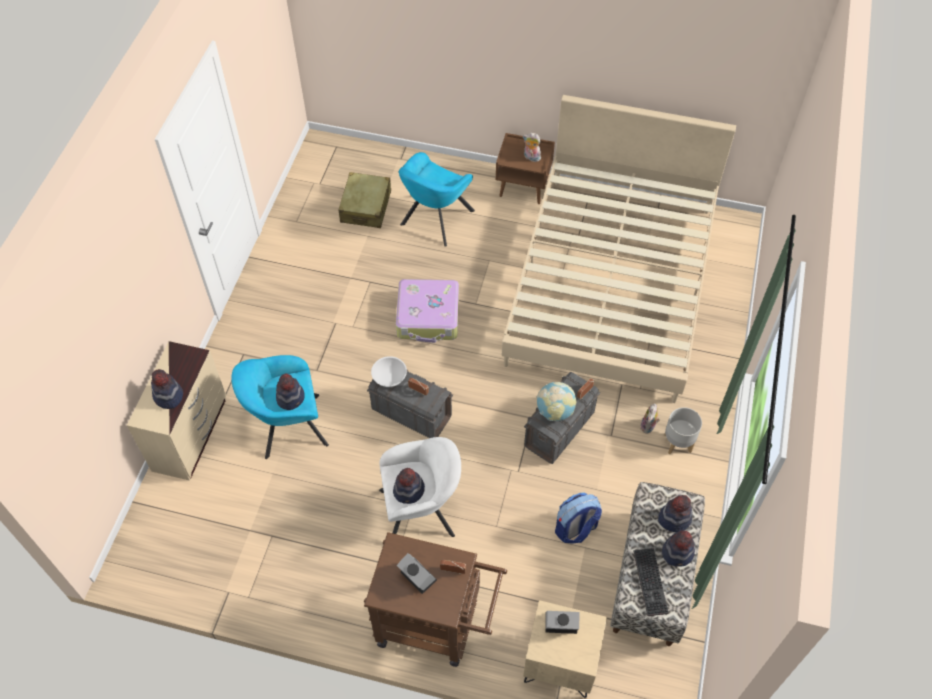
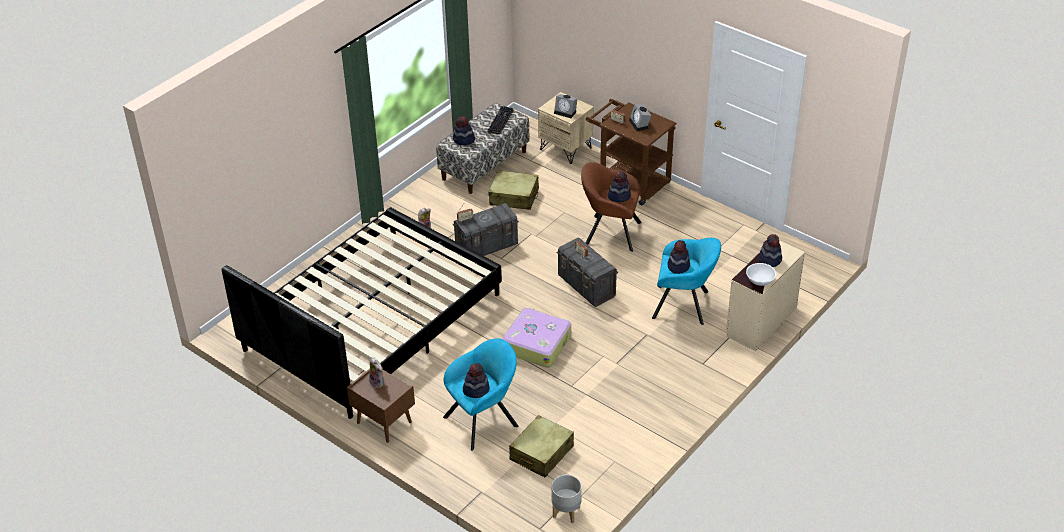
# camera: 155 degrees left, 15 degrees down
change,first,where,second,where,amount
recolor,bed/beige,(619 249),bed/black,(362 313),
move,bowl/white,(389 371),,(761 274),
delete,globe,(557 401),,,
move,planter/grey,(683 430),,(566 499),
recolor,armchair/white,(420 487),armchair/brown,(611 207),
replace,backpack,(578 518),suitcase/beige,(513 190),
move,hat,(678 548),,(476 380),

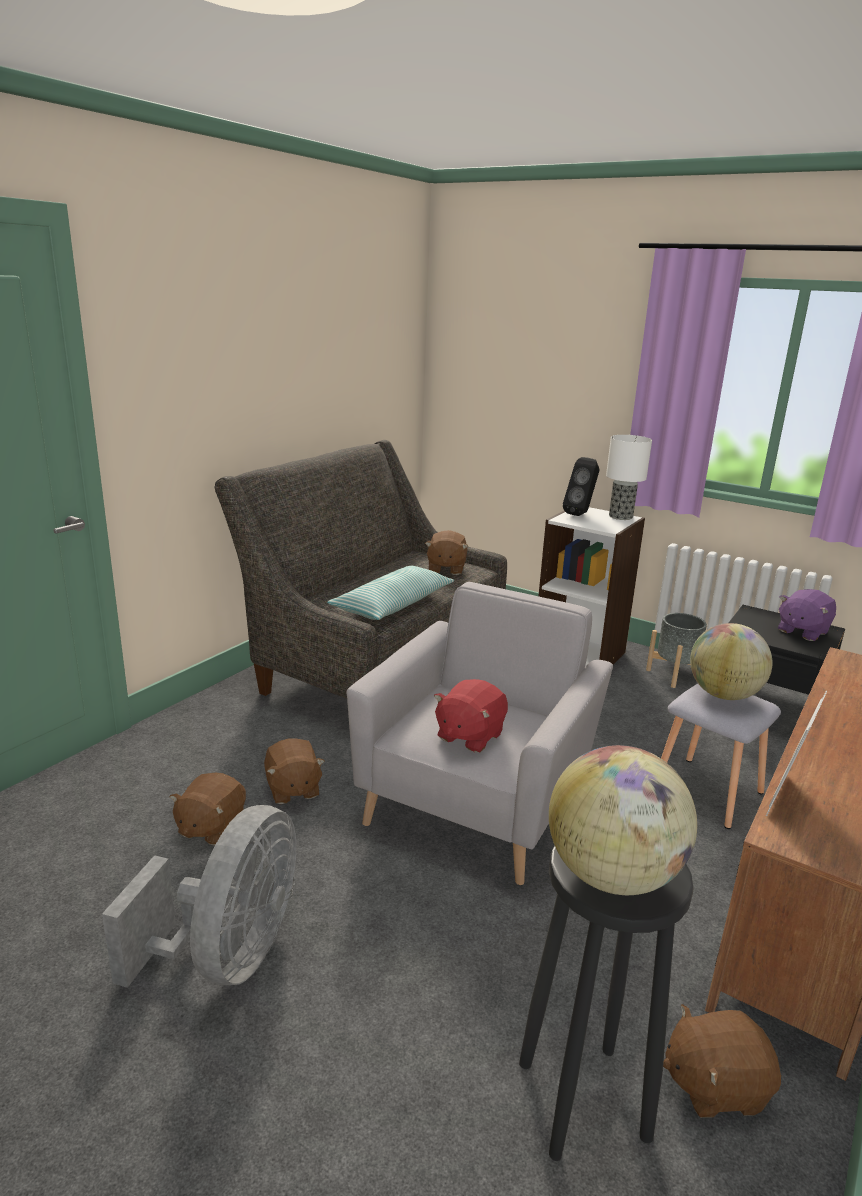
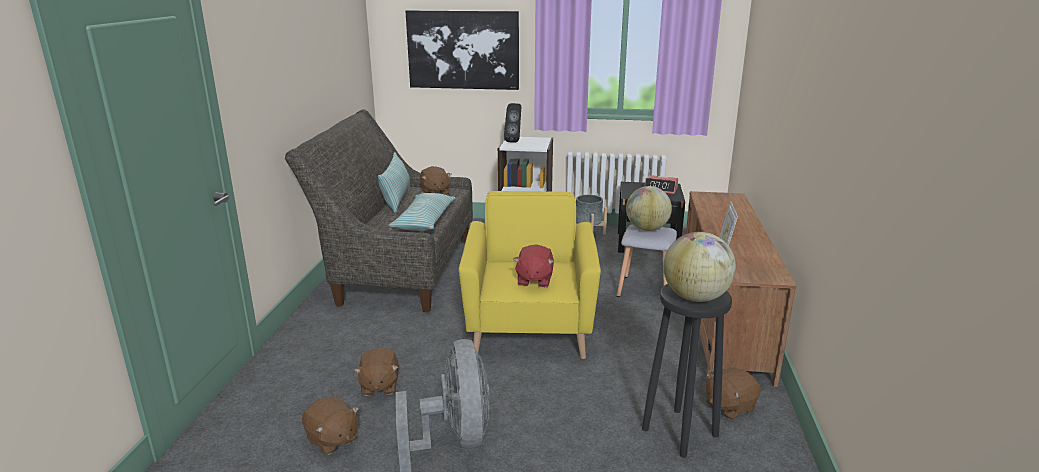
# camera: 25 degrees left, 0 degrees up
change,first,where,second,where,amount
delete,table lamp,(629 477),,,
recolor,armchair/grey,(480 733),armchair/yellow,(529 275),
replace,plush toy/purple,(807 615),alarm clock,(661 184),
move,plush toy/brown,(294 771),,(330 425),
insert,,,picture,(462 50),
insert,,,pillow,(394 183),

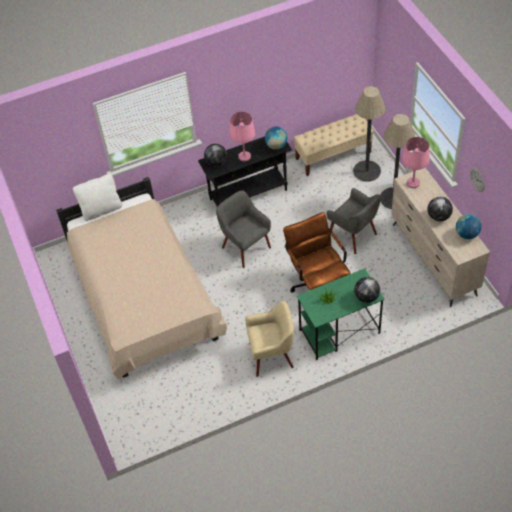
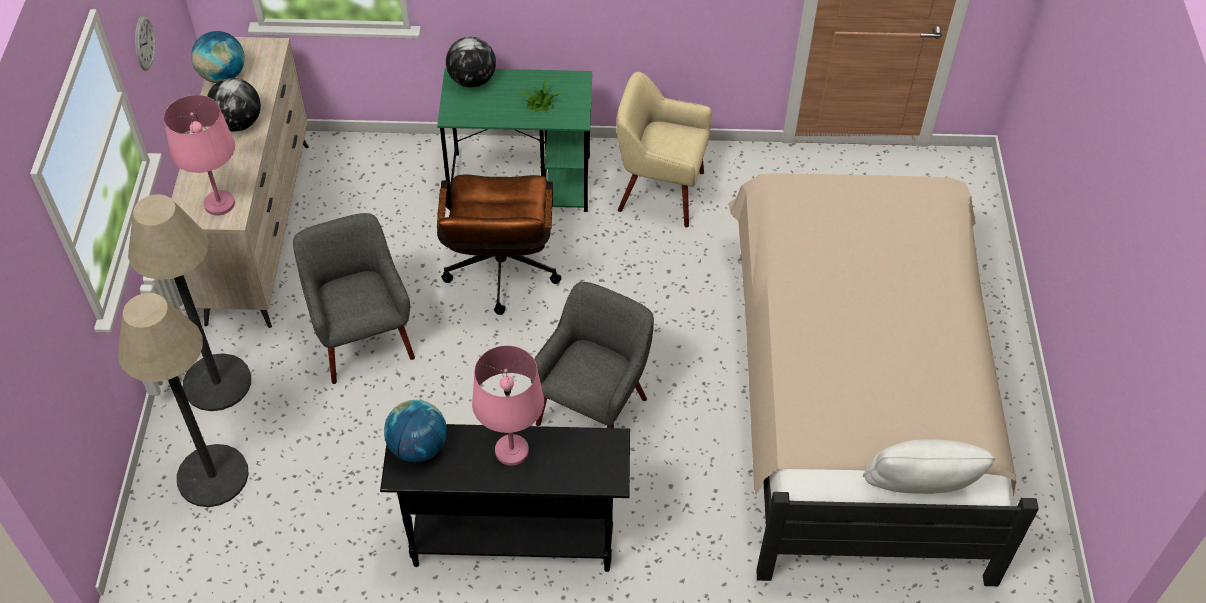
# camera: 160 degrees left, 0 degrees up
change,first,where,second,where,amount
delete,bench/beige,(333 145),,,
delete,globe,(215 155),,,
rotate,armchair/grey,(243 229),,(592 355),135 degrees counterclockwise

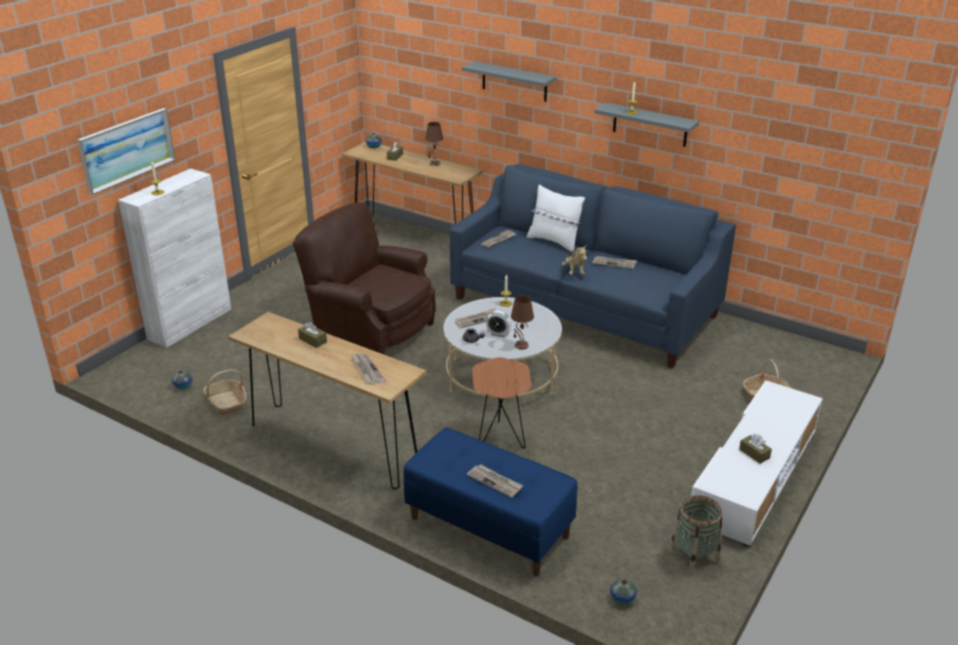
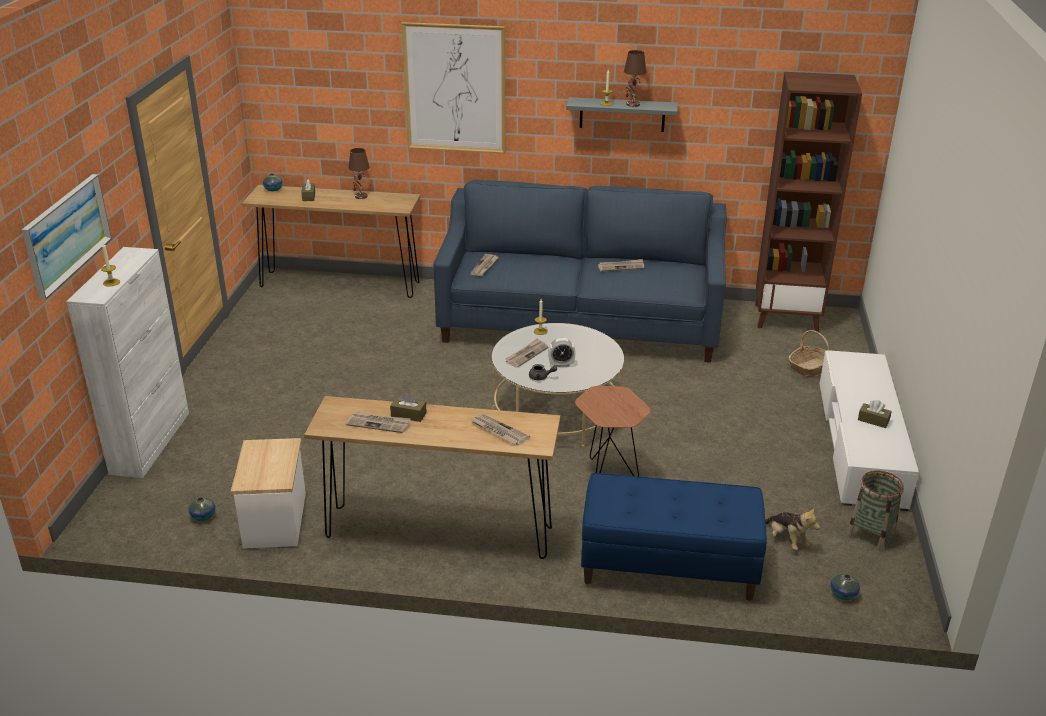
# camera: 25 degrees left, 0 degrees up
change,first,where,second,where,amount
replace,shelf/grey,(509 81),picture,(453 87),
delete,pillow/white,(556 218),,,
delete,armchair/brown,(364 278),,,
move,plush toy,(574 260),,(792 529),
move,table lamp/brown,(522 322),,(635 78),
replace,basket,(225 392),side table,(268 493),
move,newspaper,(495 481),,(378 422),
insert,,,bookcase/brown,(808 202),

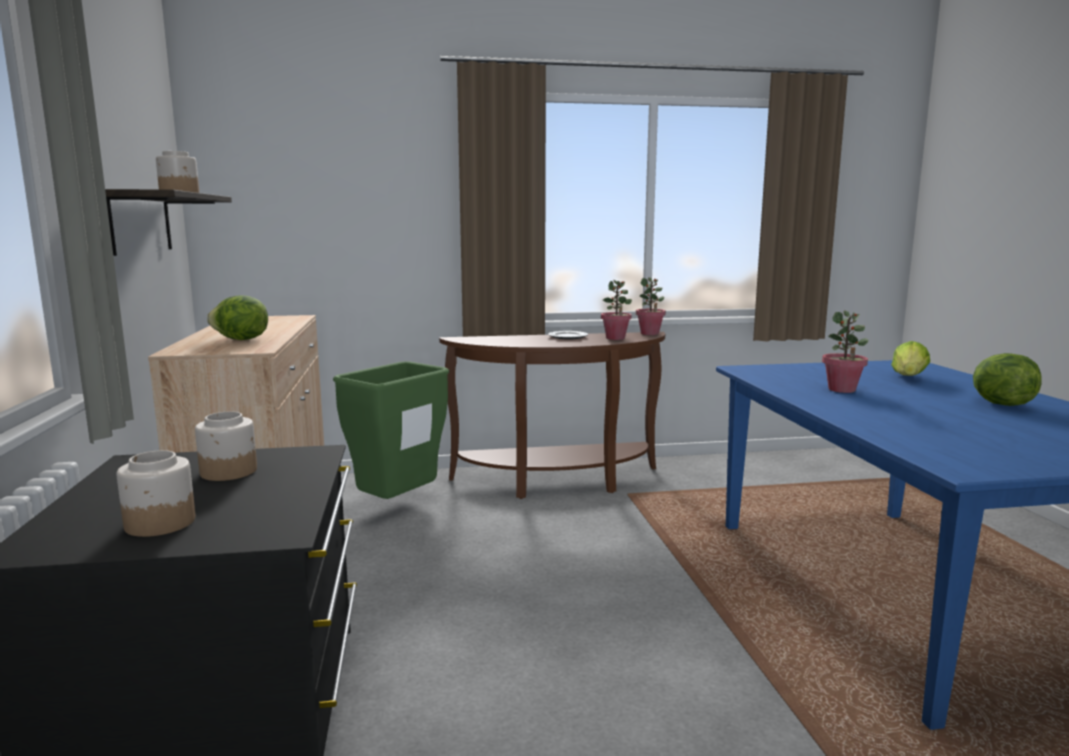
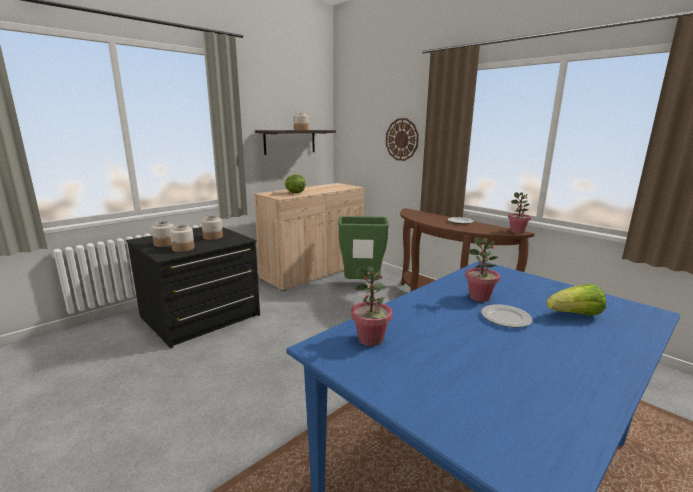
# camera: 55 degrees right, 5 degrees up
change,first,where,second,where,amount
move,potted plant,(616 310),,(371 306),
delete,lettuce,(1007 379),,,
insert,,,wall clock,(402 139),
insert,,,jar,(182 238),
insert,,,plate,(507 316),

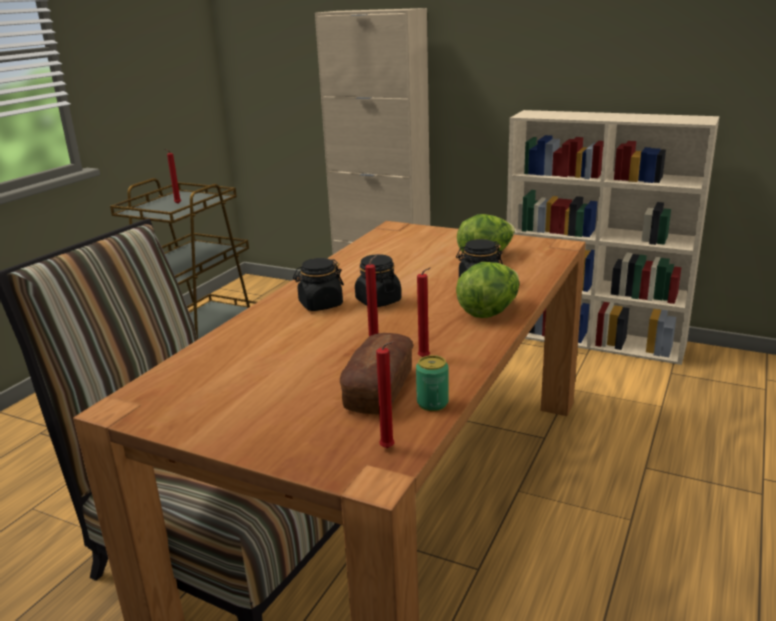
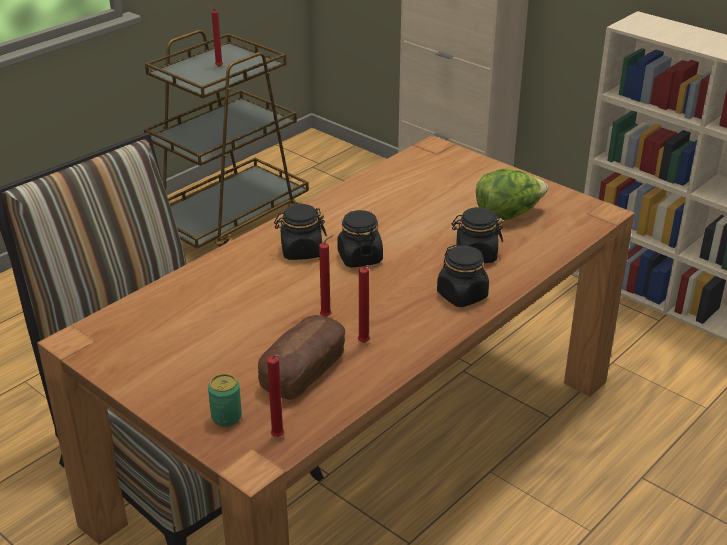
# camera: 15 degrees right, 10 degrees up
change,first,where,second,where,amount
replace,lettuce,(487 290),jar/black,(463 275),
move,can,(432 383),,(225 400),

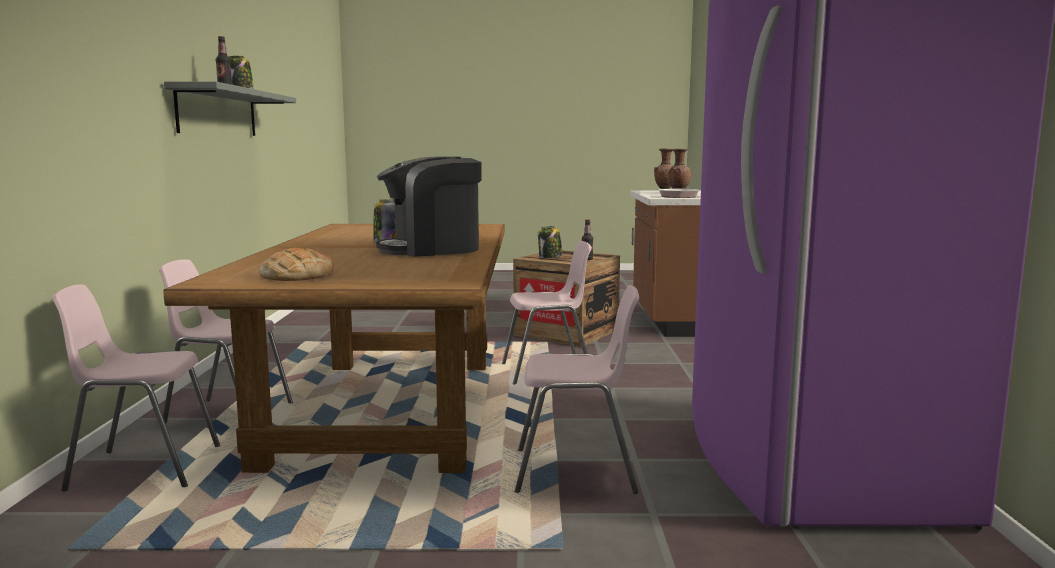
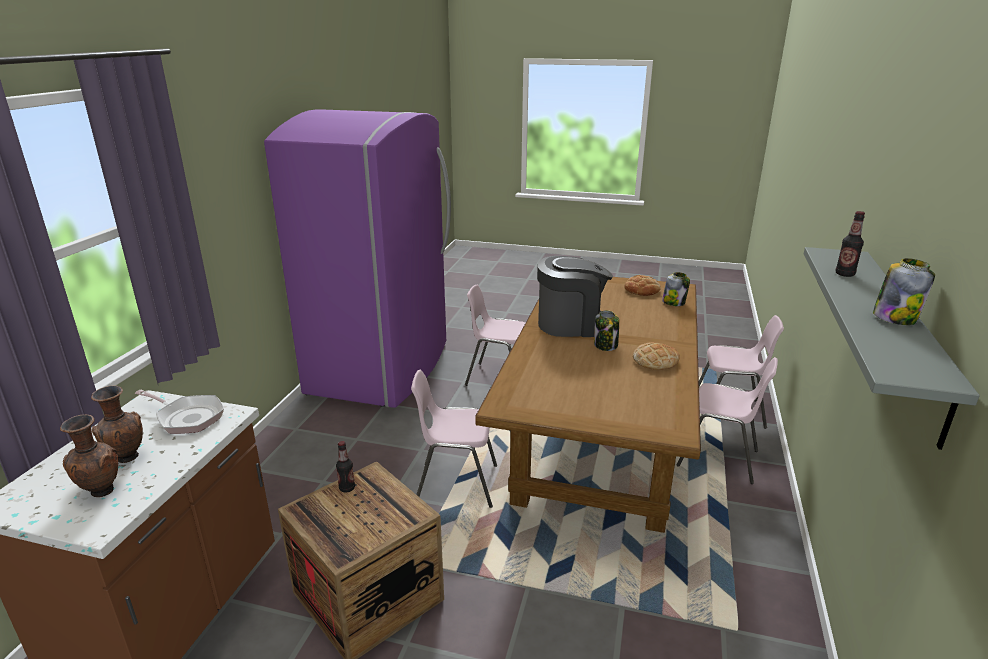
# camera: 165 degrees left, 15 degrees up
change,first,where,second,where,amount
move,jar,(550 242),,(676 289),
insert,,,bread,(656 356),

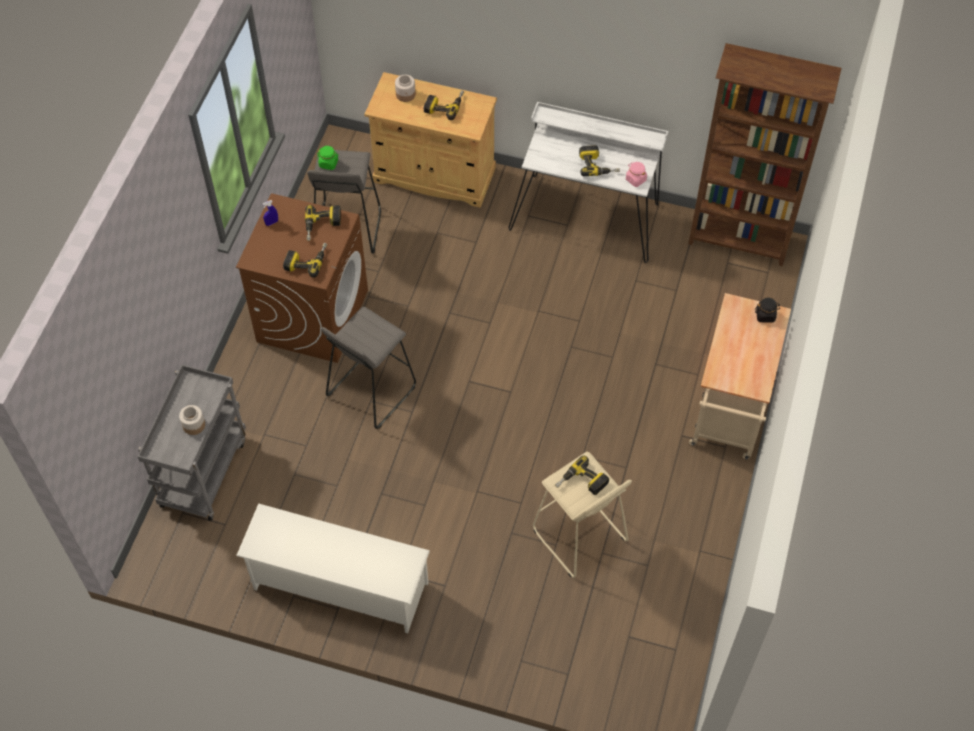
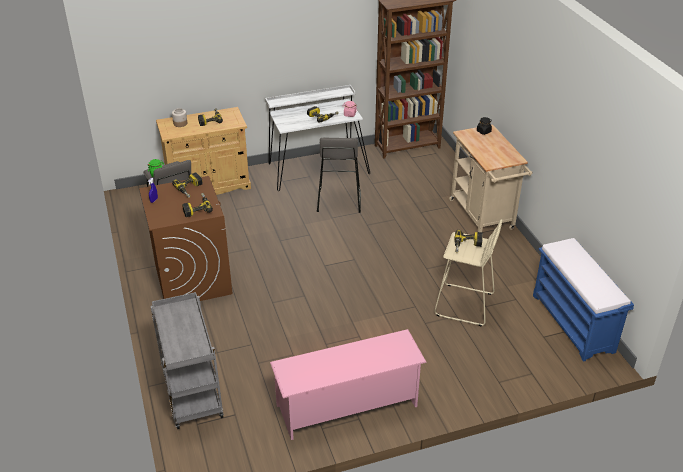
# camera: 35 degrees left, 20 degrees down
change,first,where,second,where,amount
move,stool/grey,(368 367),,(339 175),
delete,jar,(192 420),,,
recolor,shoe rack/white,(333 568),shoe rack/pink,(348 384),
insert,,,bench/blue,(583 300),

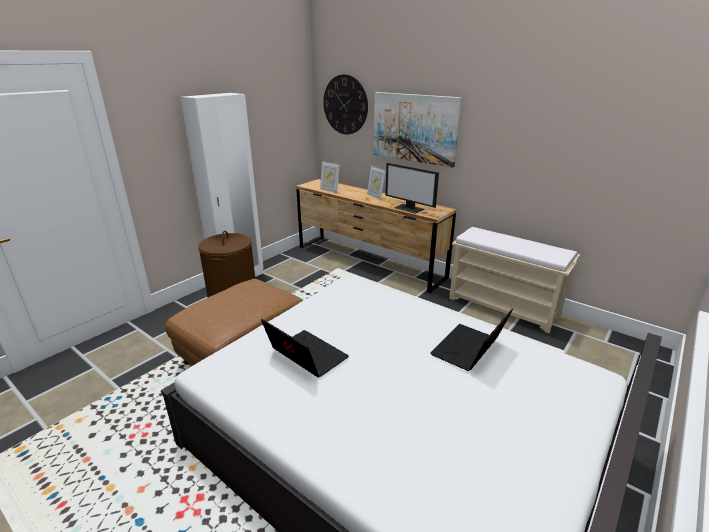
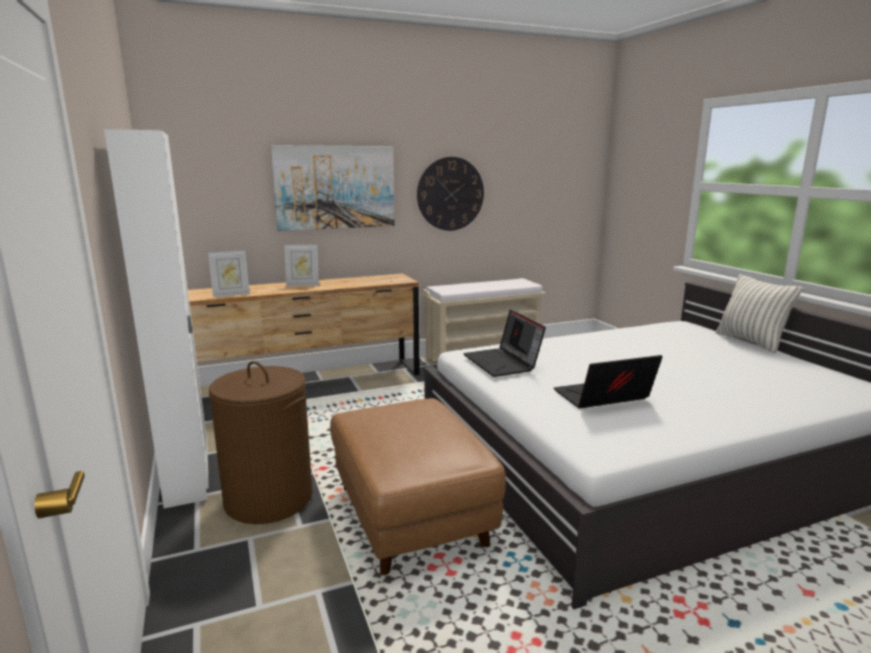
# camera: 60 degrees left, 10 degrees down
change,first,where,second,where,amount
move,wall clock,(345 104),,(450 194),
delete,monitor,(412 188),,,
move,laptop,(471 339),,(504 343),
insert,,,pillow,(758 313),

